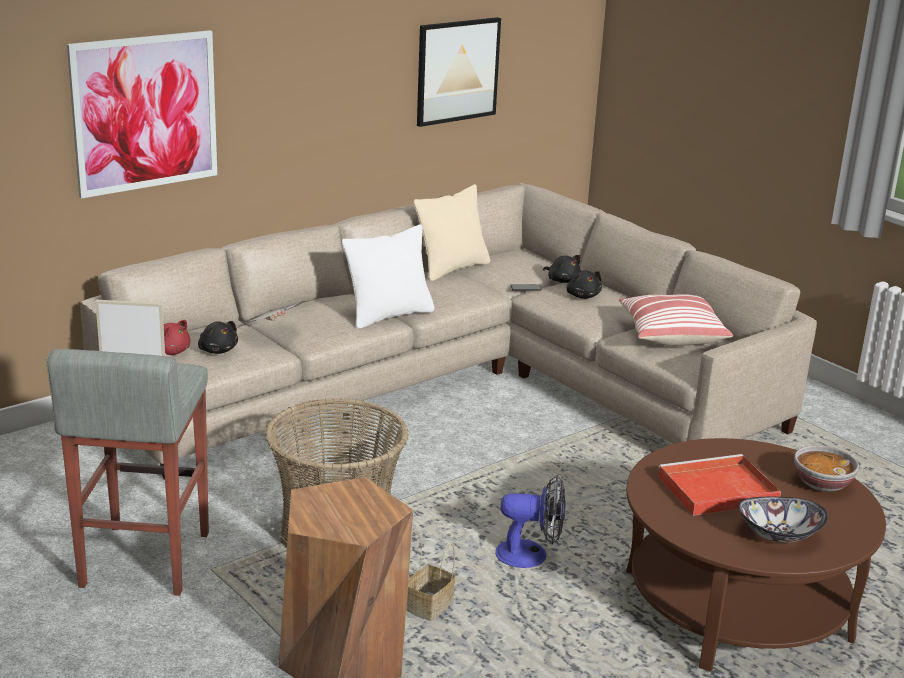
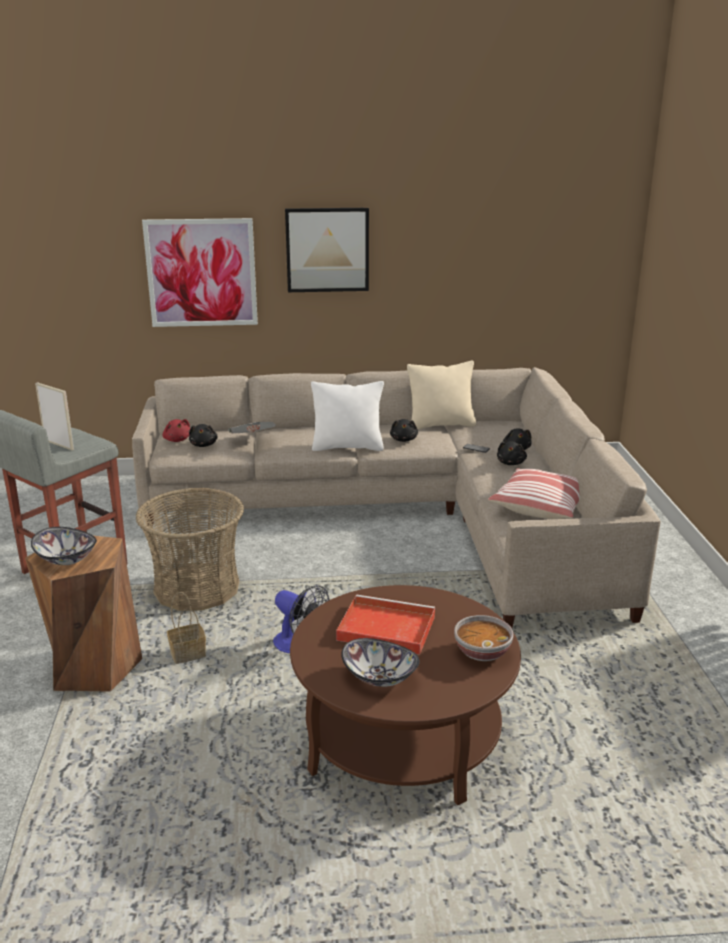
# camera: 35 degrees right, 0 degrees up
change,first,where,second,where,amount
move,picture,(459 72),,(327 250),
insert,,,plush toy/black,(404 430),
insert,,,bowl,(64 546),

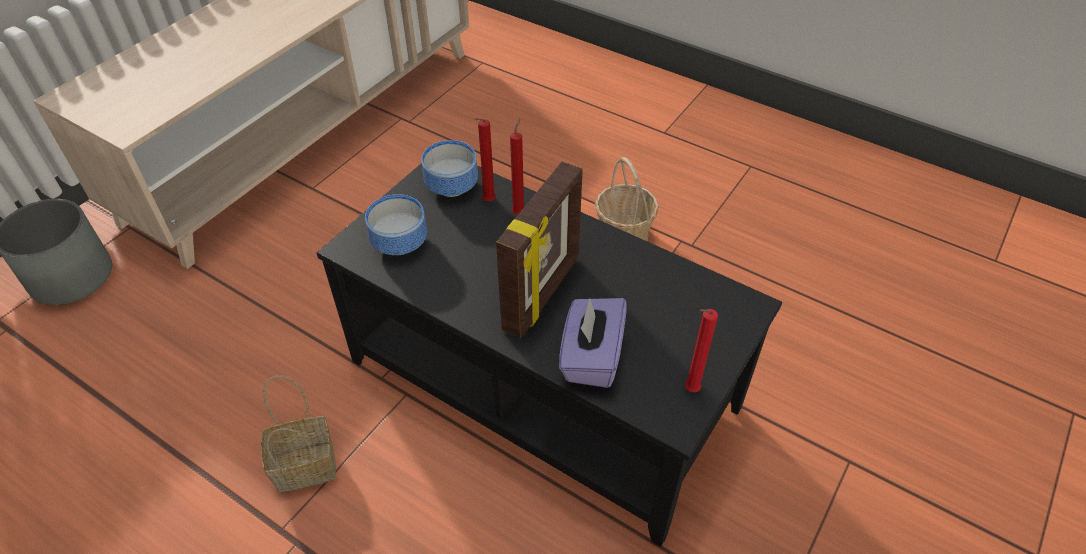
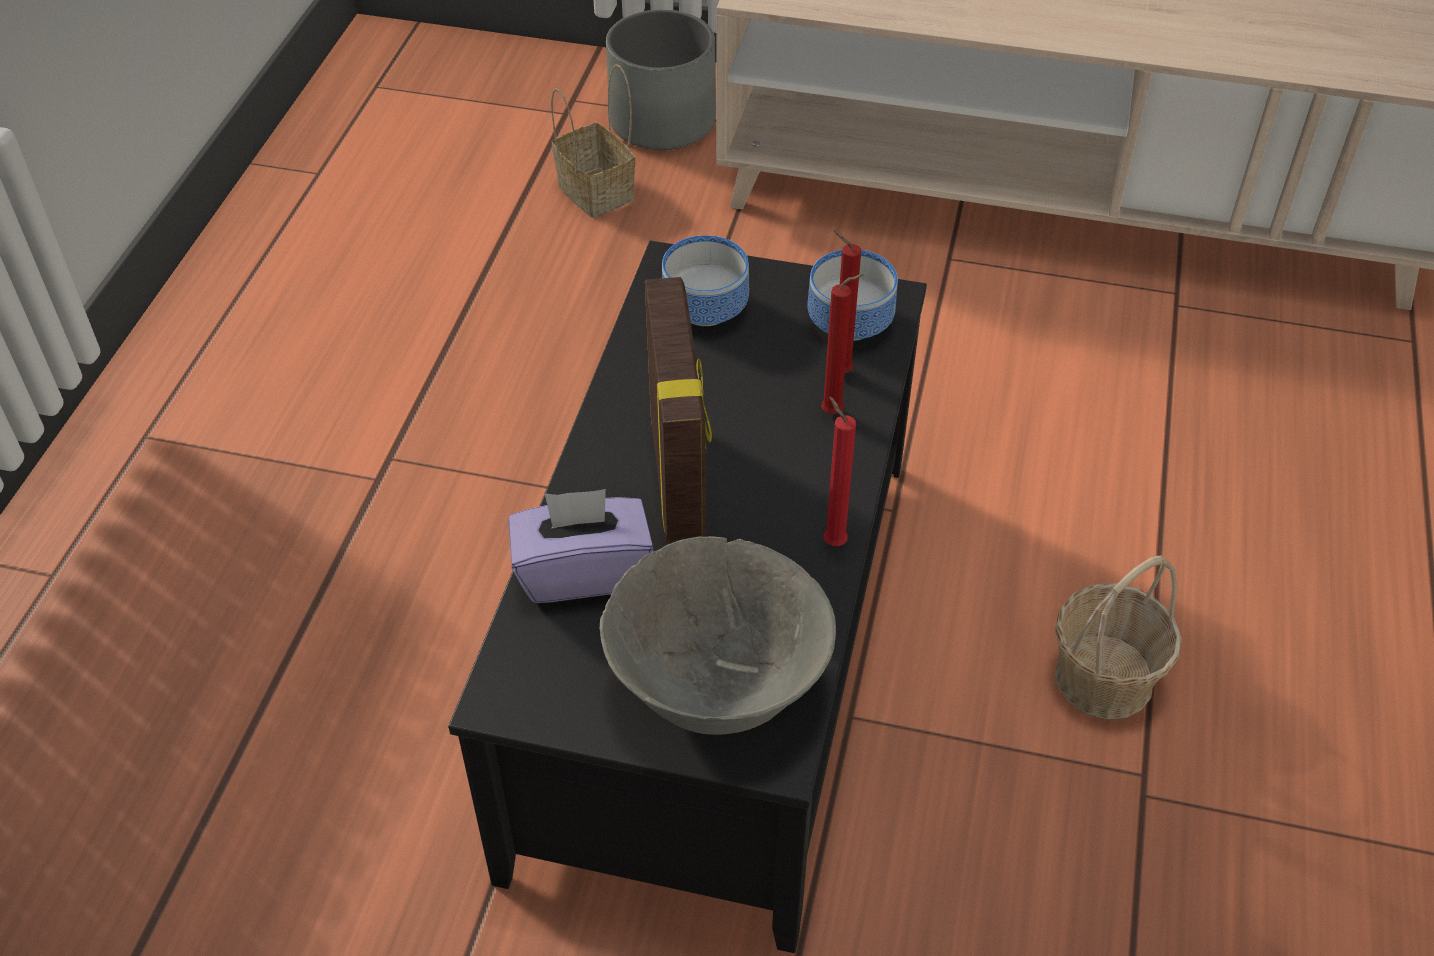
# camera: 70 degrees right, 0 degrees up
change,first,where,second,where,amount
rotate,picture frame,(539 250),,(678 411),105 degrees counterclockwise
move,candle/red,(701 350),,(840 471),
move,basket,(298 433),,(593 141),
insert,,,bowl/grey,(718 635),

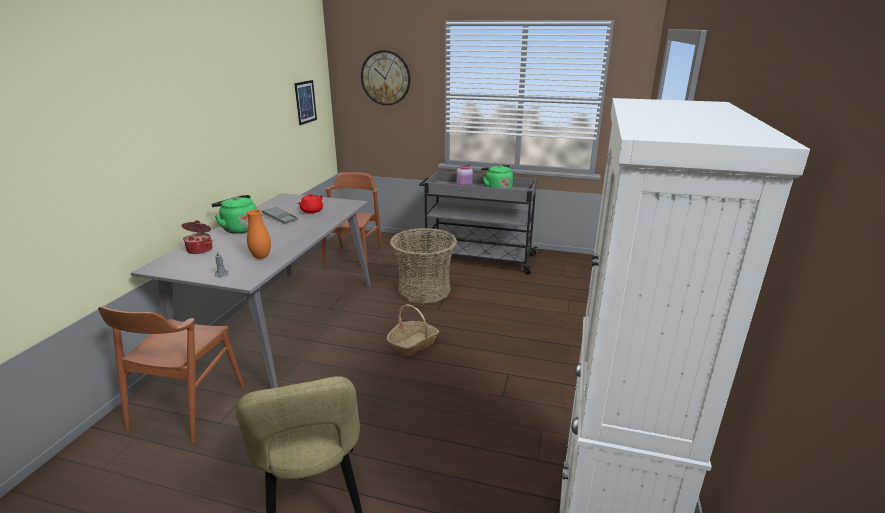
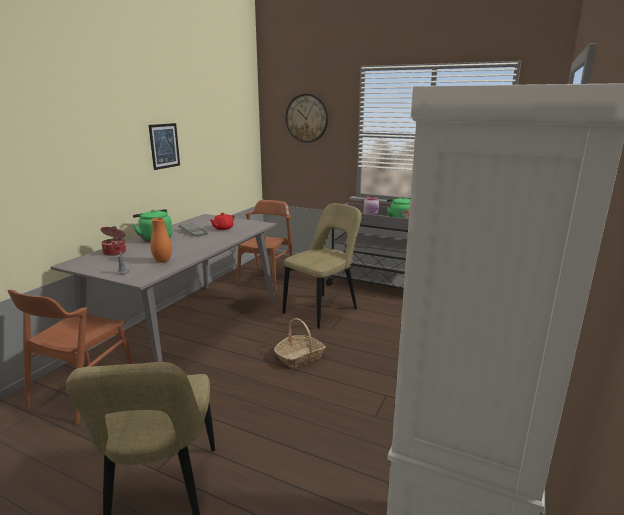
# camera: 10 degrees right, 5 degrees down
change,first,where,second,where,amount
move,picture,(305 102),,(164 146),
replace,basket,(423 266),chair/beige,(322 266),

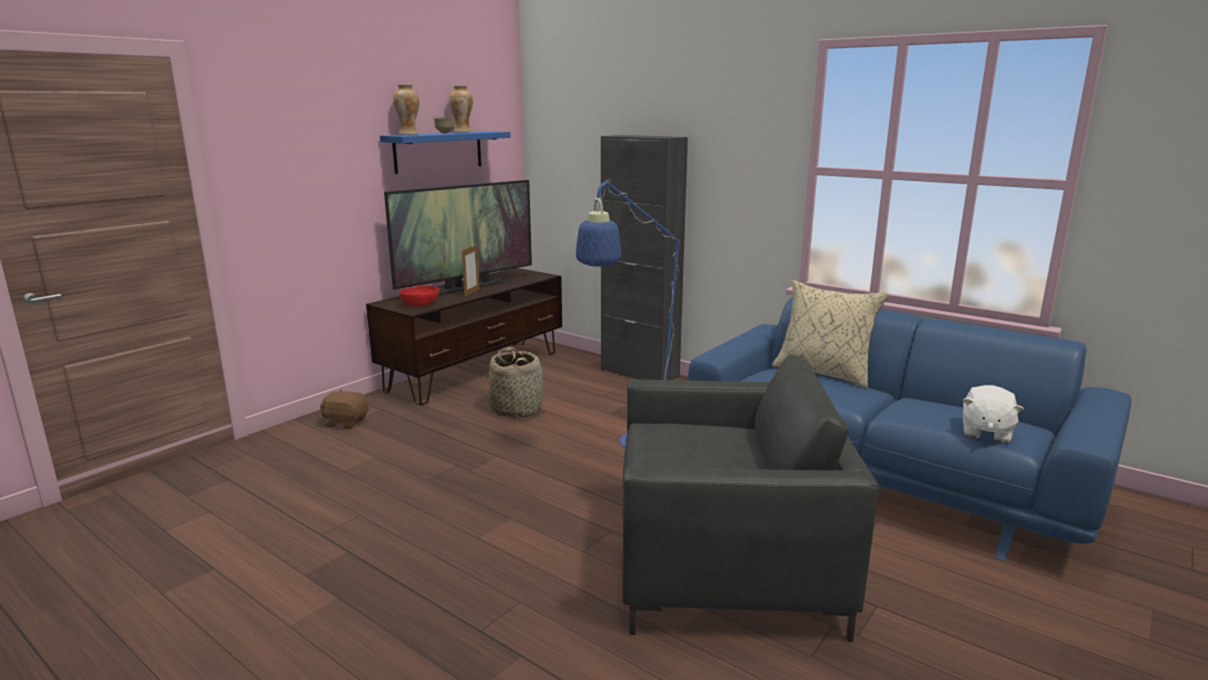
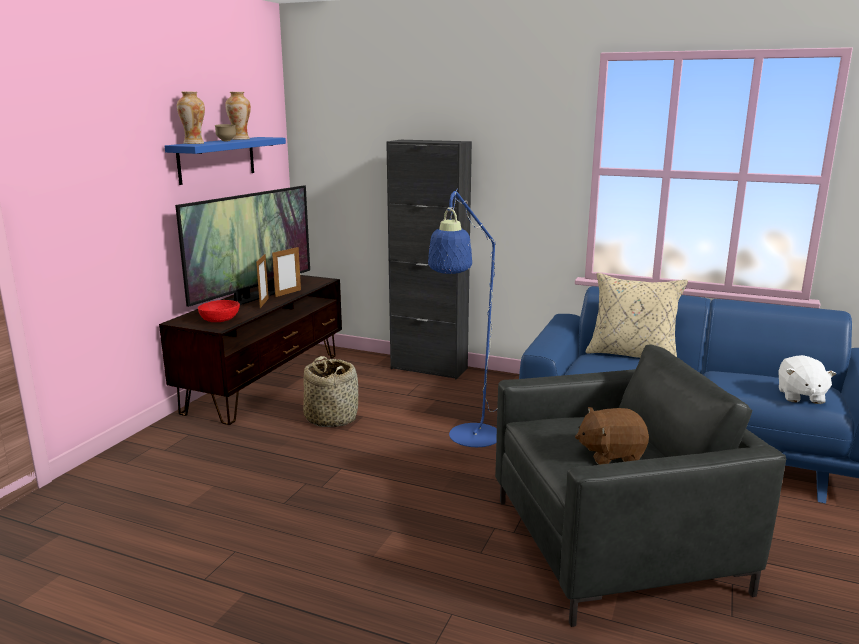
# camera: 15 degrees left, 0 degrees up
change,first,where,second,where,amount
move,plush toy/brown,(344 409),,(612 436),
insert,,,picture frame,(286 272),

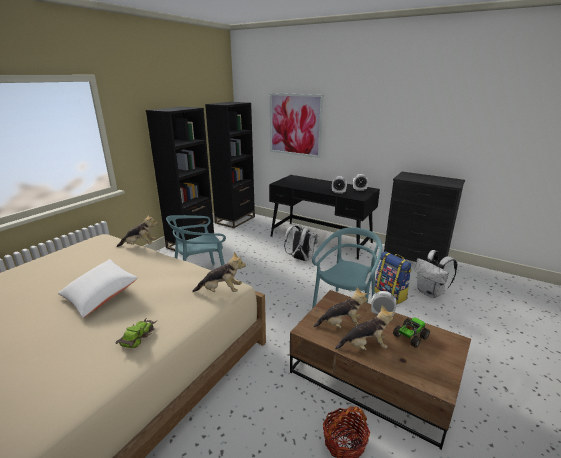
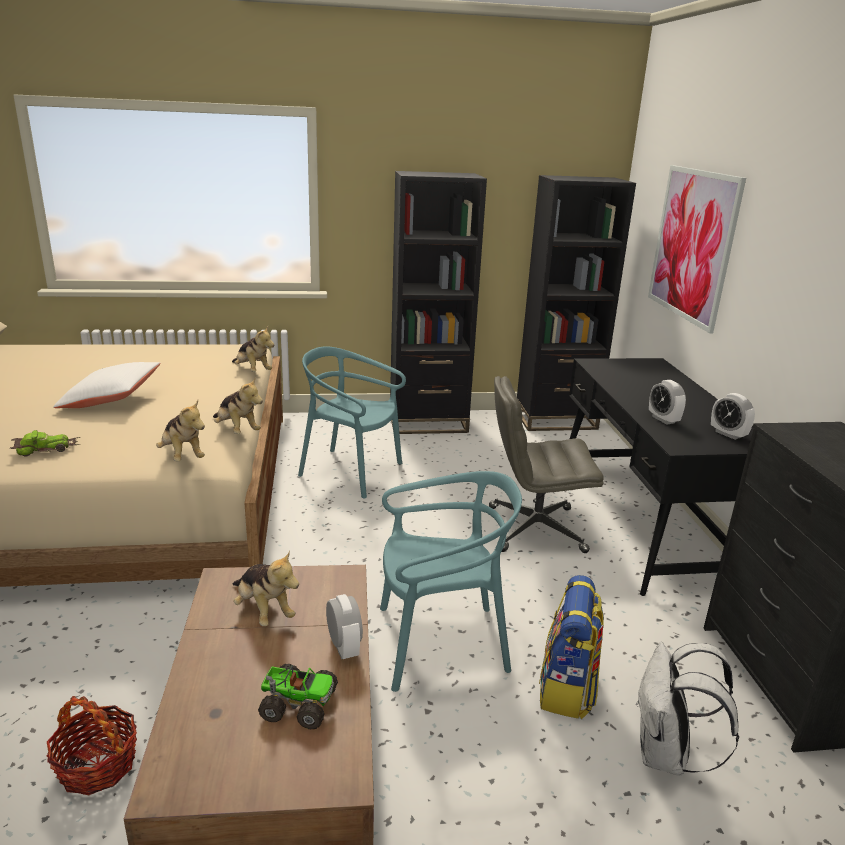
# camera: 50 degrees right, 0 degrees up
change,first,where,second,where,amount
replace,backpack/white,(301 243),office chair/grey,(546 464),
move,plush toy,(364 327),,(238 406),

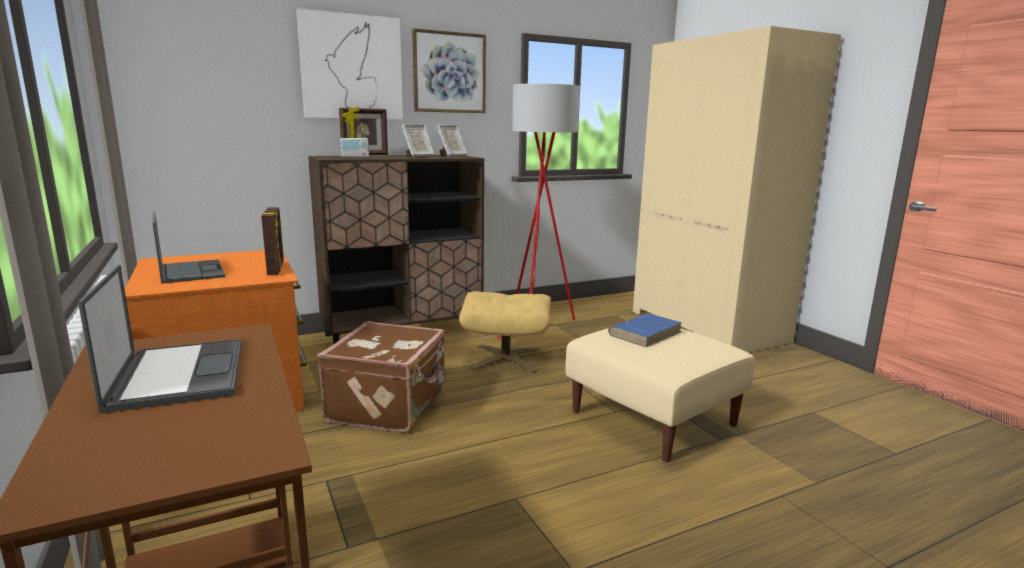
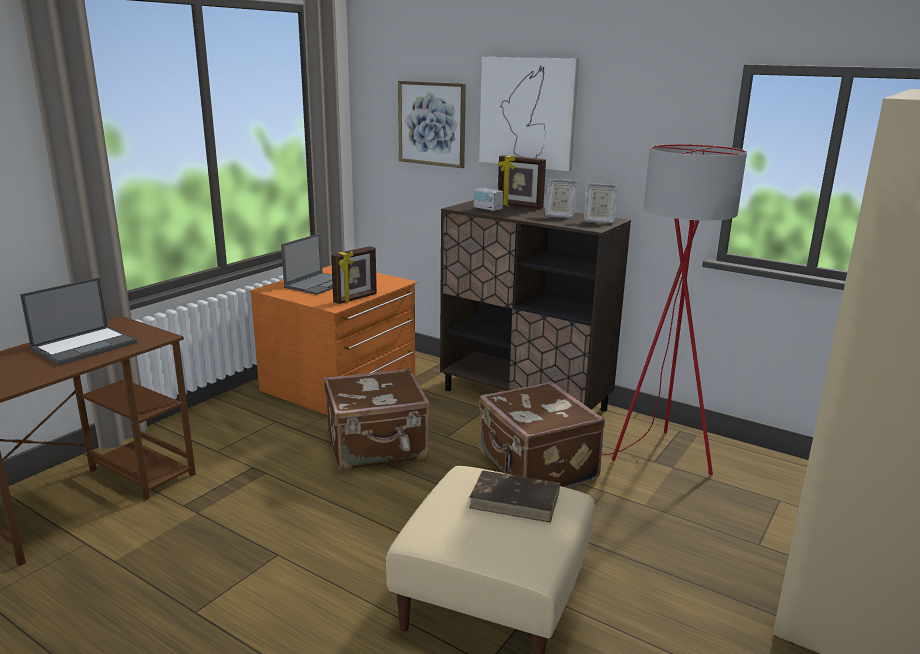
# camera: 60 degrees right, 5 degrees up
change,first,where,second,where,amount
move,picture,(449 70),,(432 124),
replace,ottoman/beige,(505 332),suitcase/brown,(542 435),
recolor,book/blue,(645 330),book/brown,(514 496),

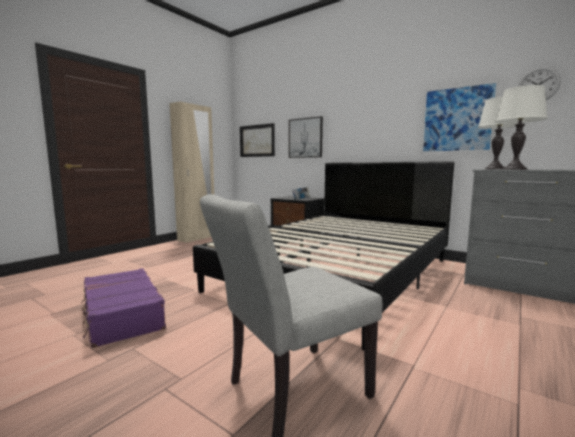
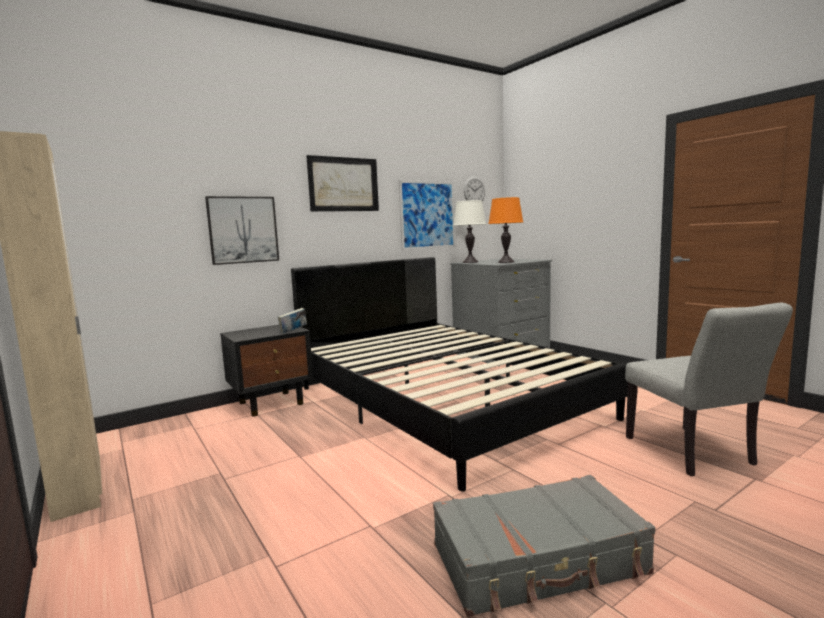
# camera: 70 degrees left, 0 degrees up
change,first,where,second,where,amount
recolor,table lamp/white,(521 127),table lamp/orange,(505 230),
move,picture,(257 140),,(342 183),
recolor,suitcase/purple,(123 308),suitcase/grey,(544 546),

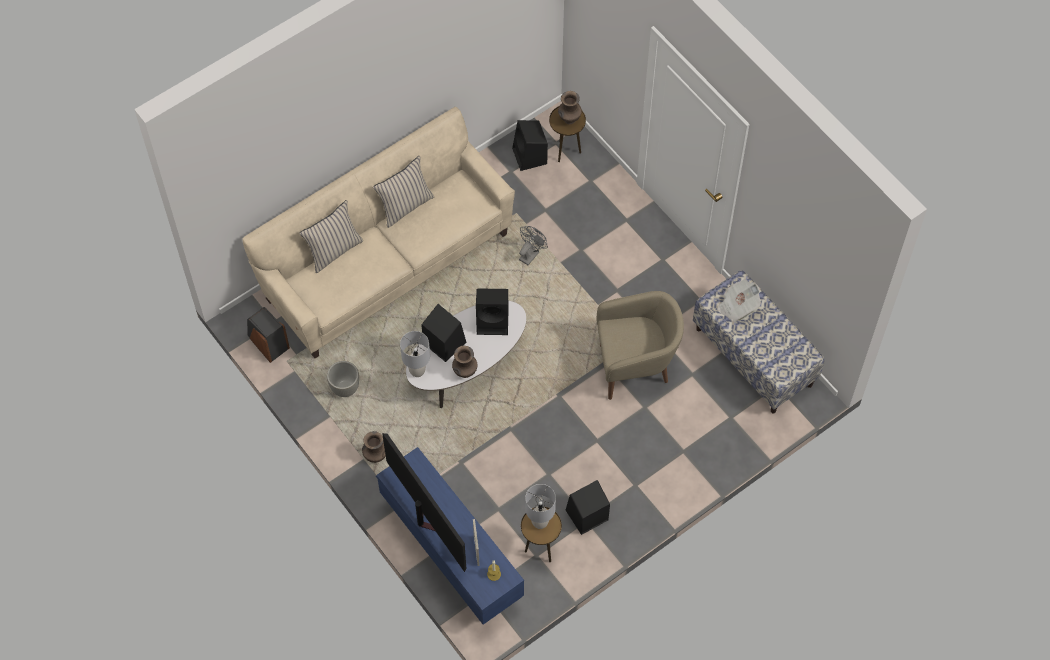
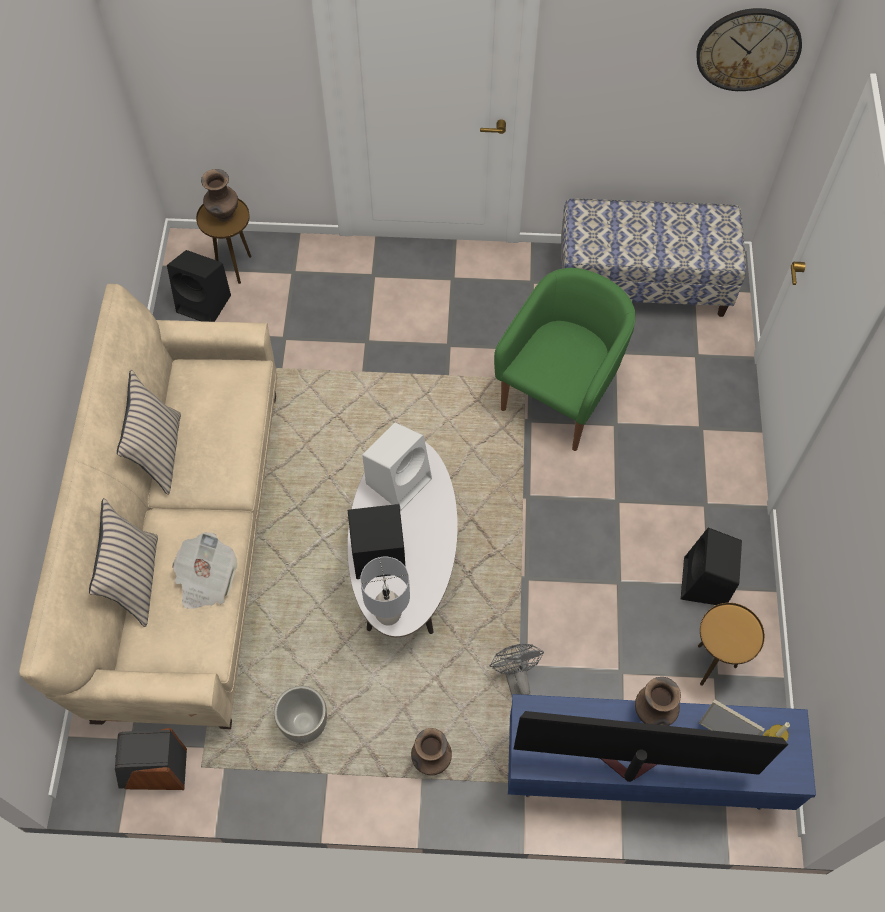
# camera: 50 degrees left, 0 degrees up
change,first,where,second,where,amount
move,fan/grey,(533 245),,(517 669),
move,newspaper,(739 301),,(204 570),
recolor,speaker/black,(492 312),speaker/white,(397 466),
recolor,armchair/beige,(640 345),armchair/green,(565 359),
move,vase/brown,(464 362),,(658 701),
delete,table lamp/grey,(540 506),,,
insert,,,wall clock,(749 49),

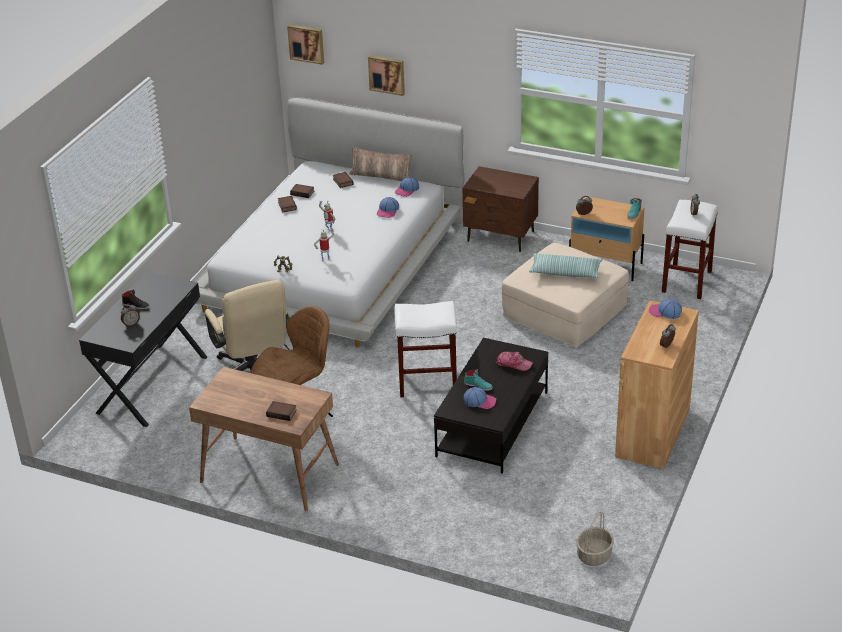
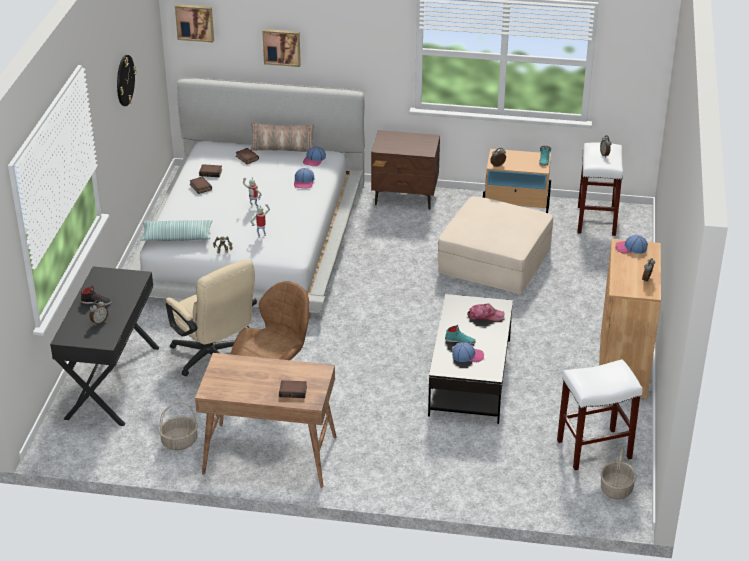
# camera: 15 degrees left, 0 degrees up
change,first,where,second,where,amount
move,pillow,(565 265),,(177 230),
move,stool/white,(425 349),,(599 414),
insert,,,wall clock,(126 80),
insert,,,basket,(178 426),

